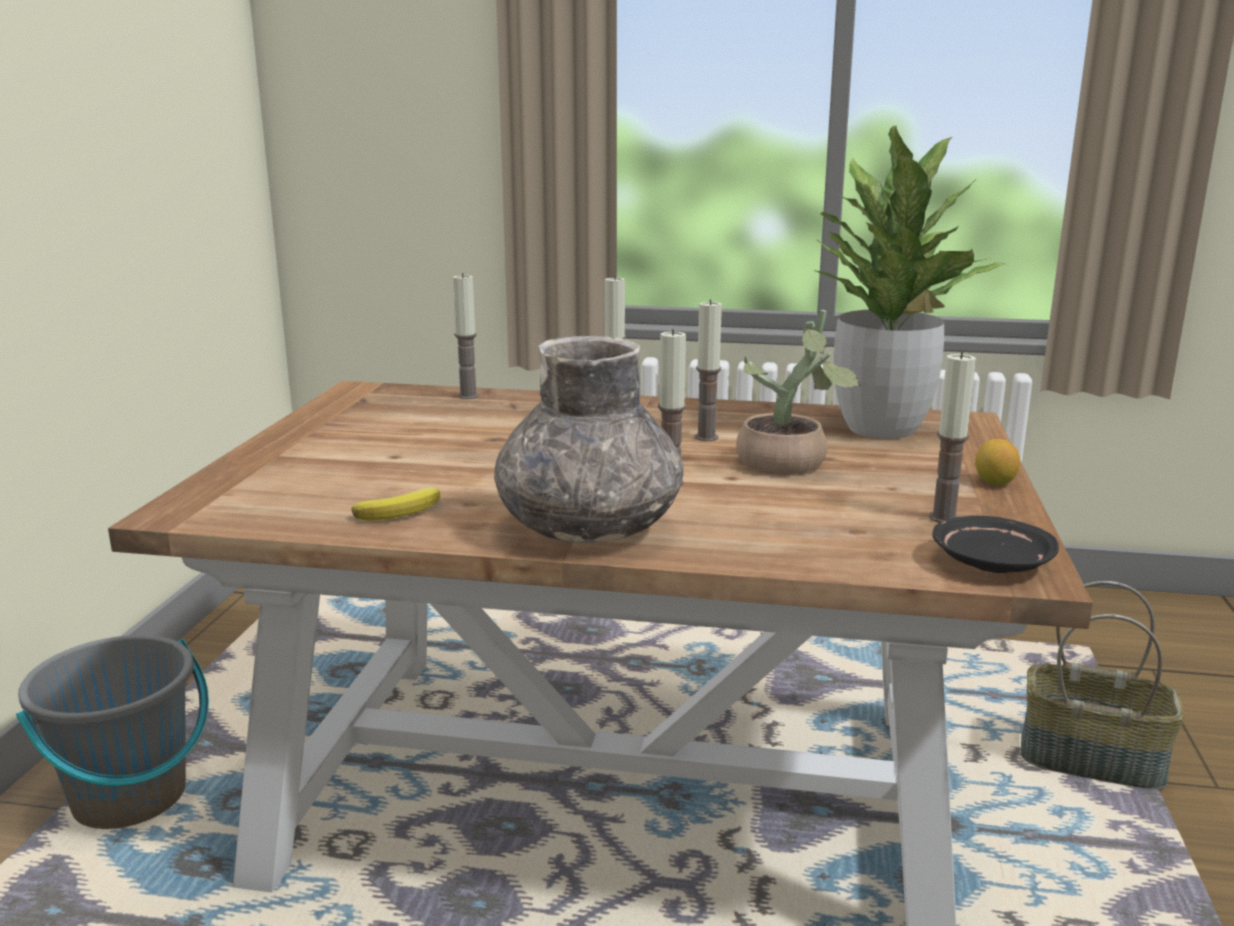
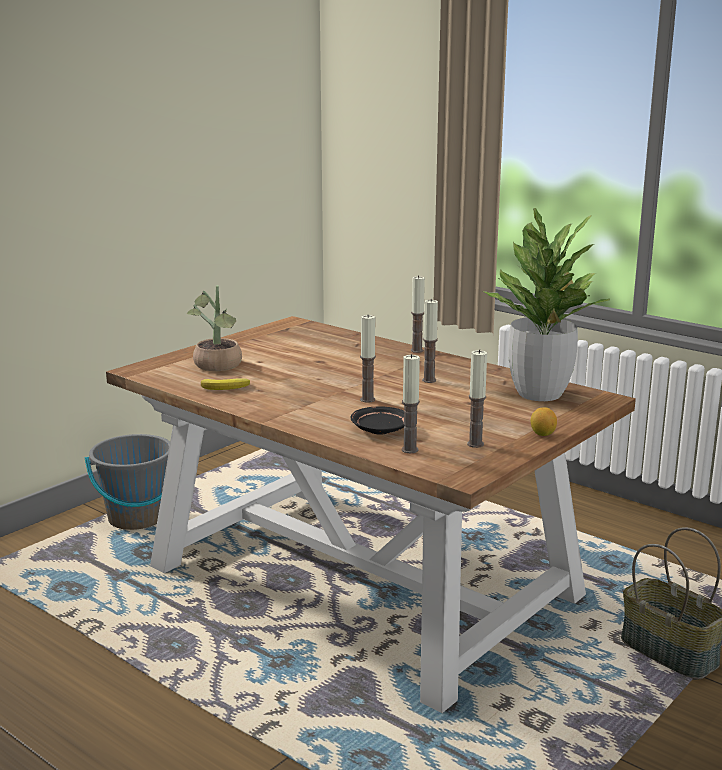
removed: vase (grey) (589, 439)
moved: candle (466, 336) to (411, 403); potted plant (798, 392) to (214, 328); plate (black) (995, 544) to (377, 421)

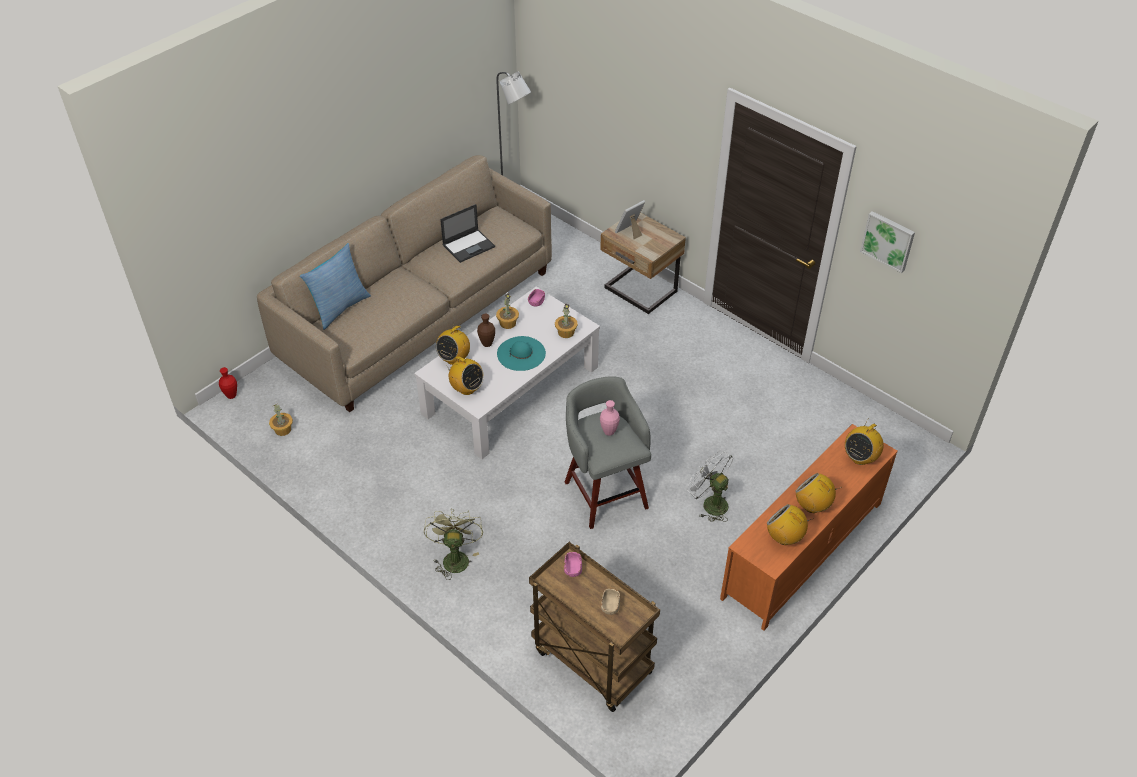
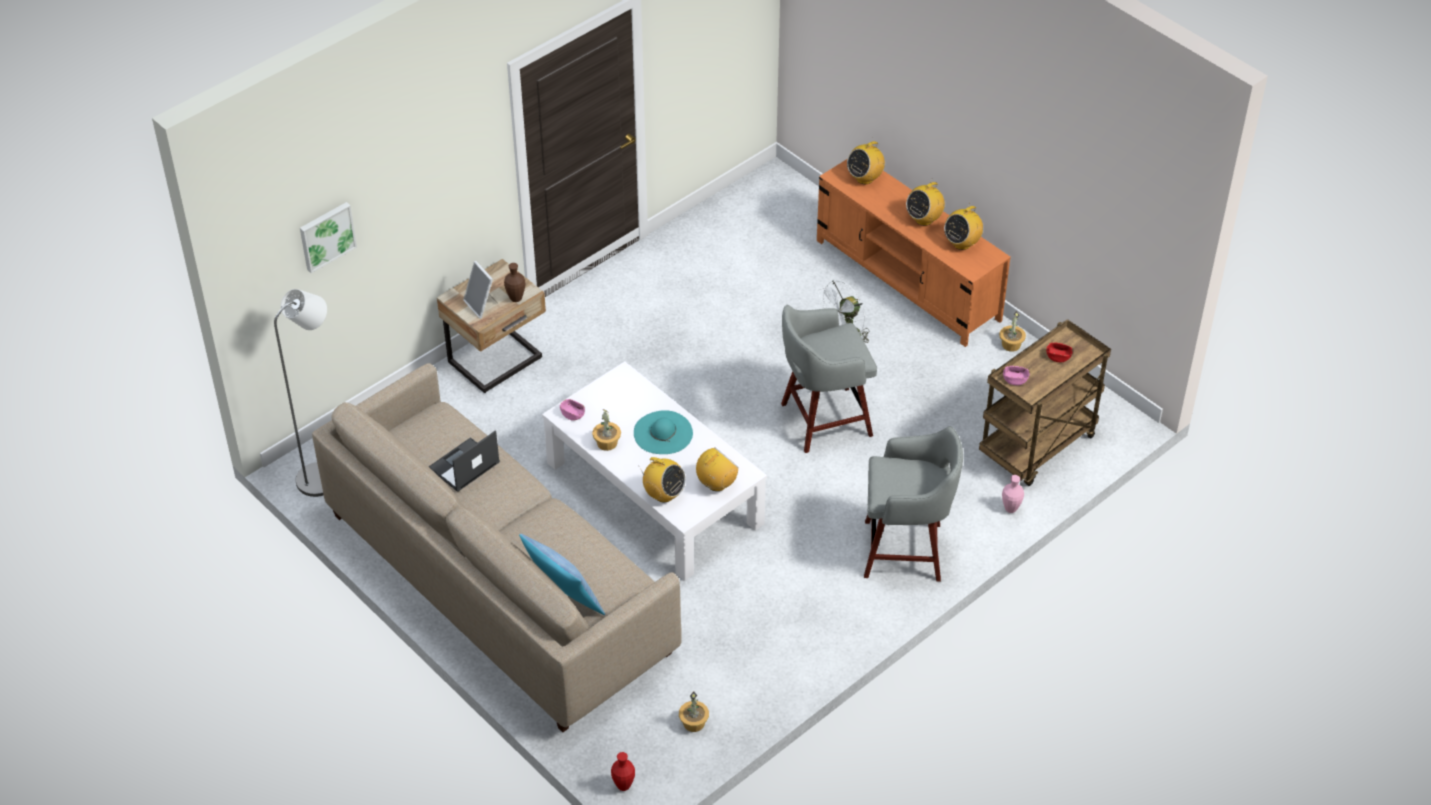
moved: vase (brown) (486, 330) to (514, 282); potted plant (566, 320) to (1012, 331); vase (pink) (610, 418) to (1013, 494); picture (887, 242) to (328, 237)
replaced: fan (green) (453, 544) to stool (grey) (913, 504)
recoloured: bowl (beige) (610, 602) to bowl (red) (1059, 352)
turned: laptop (467, 233) = (464, 461) 105 degrees counterclockwise; radio (864, 444) = (866, 161) 90 degrees clockwise

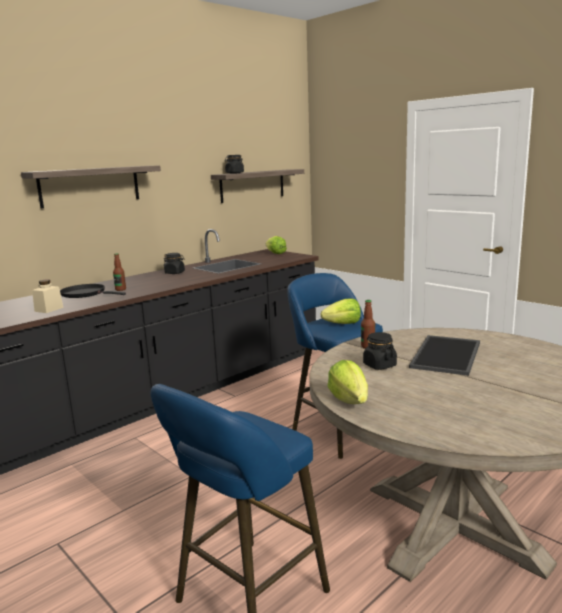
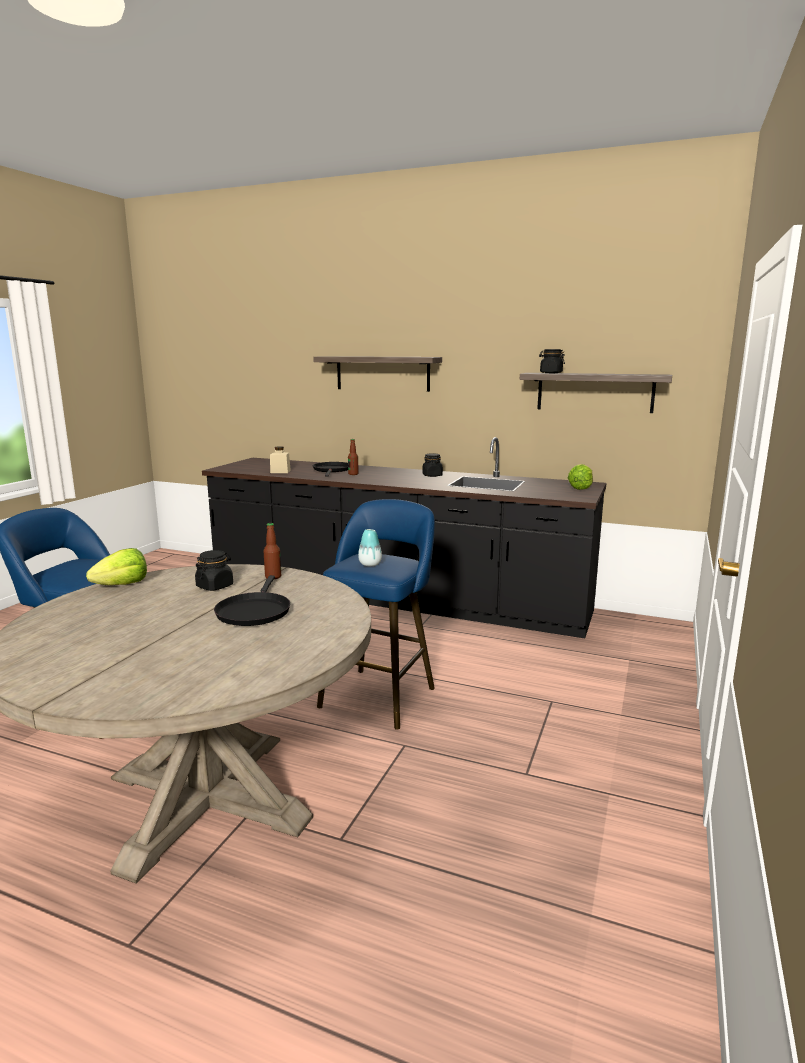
replaced: lettuce (340, 311) to vase (370, 547); tray (444, 355) to frying pan (black) (252, 600)

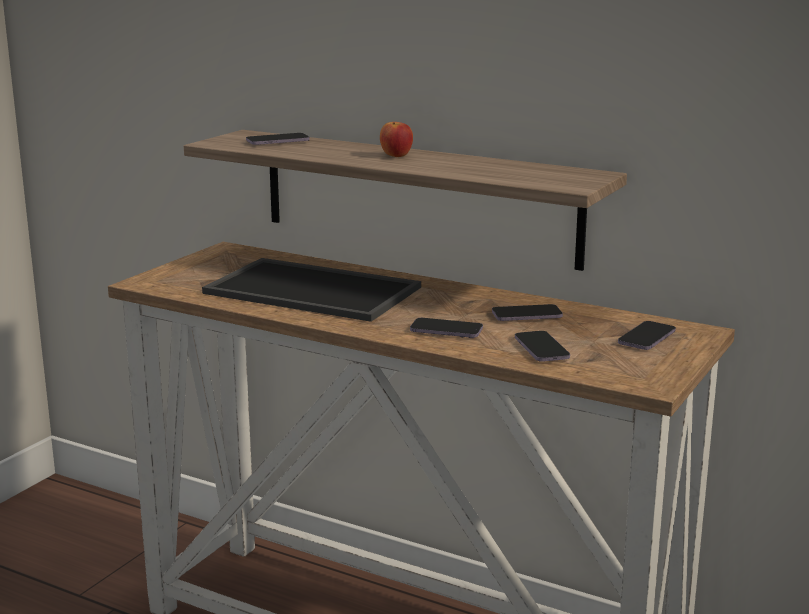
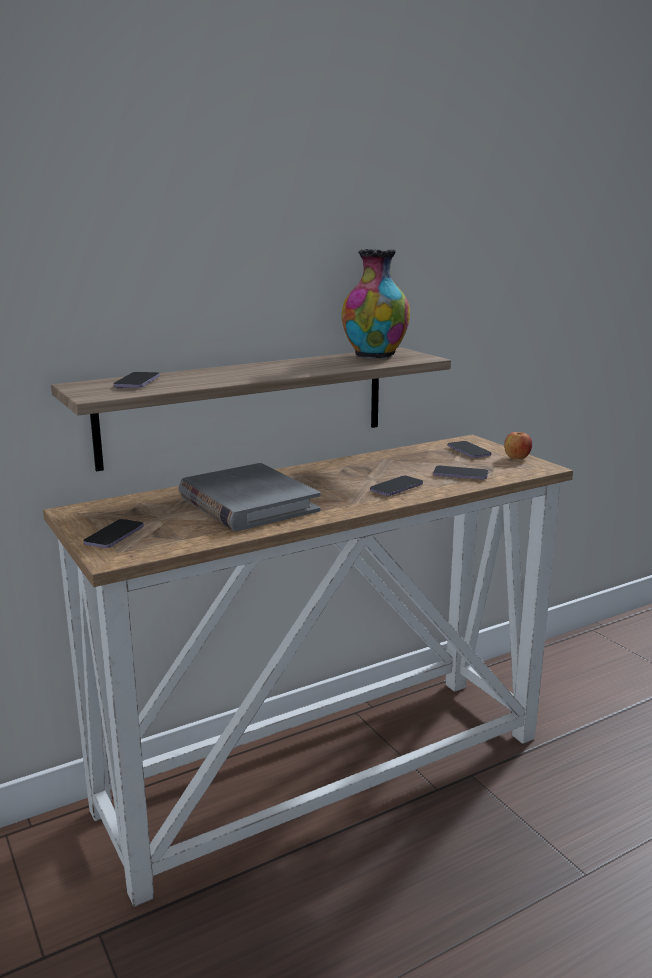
added: vase (375, 303)
moved: apple (396, 139) to (518, 445); phone (527, 312) to (113, 533)
replaced: tray (311, 290) to book (grey) (250, 497)

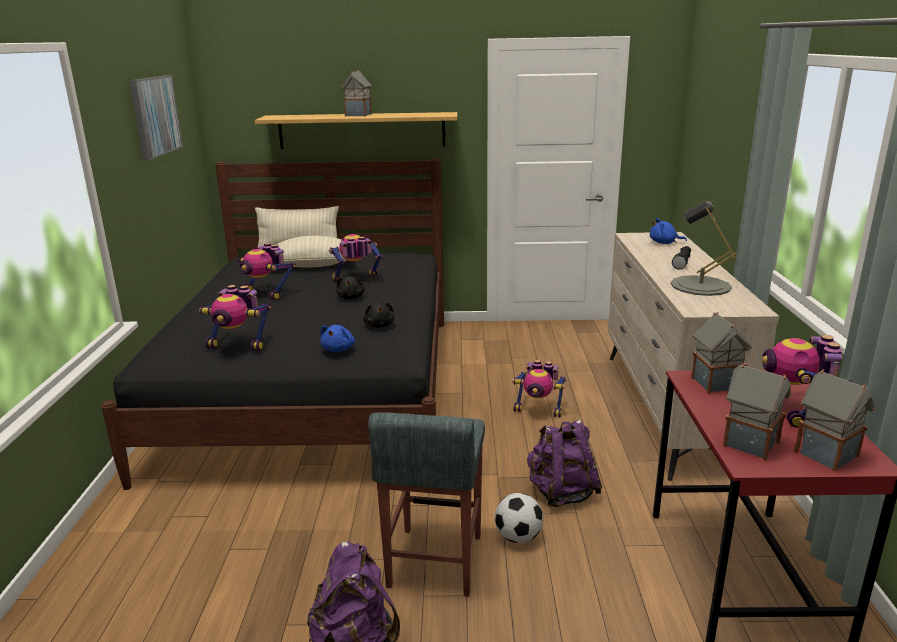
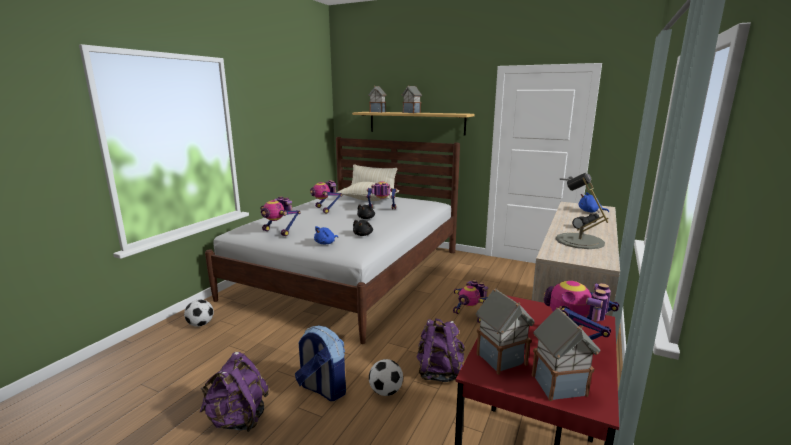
removed: picture (156, 118)
added: football (199, 313)
moved: toy house (721, 353) to (377, 99)
replaced: stool (grey) (426, 504) to backpack (320, 363)
recoloured: bed (black) (272, 324) to bed (white) (332, 240)

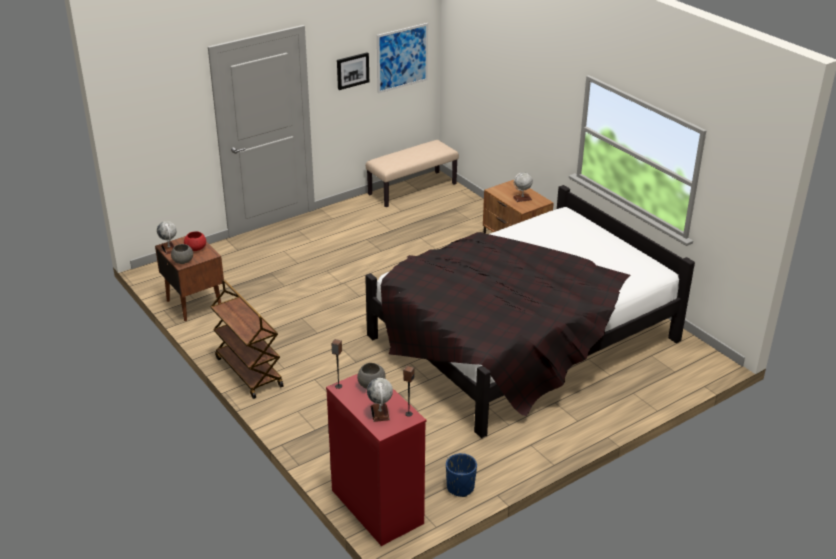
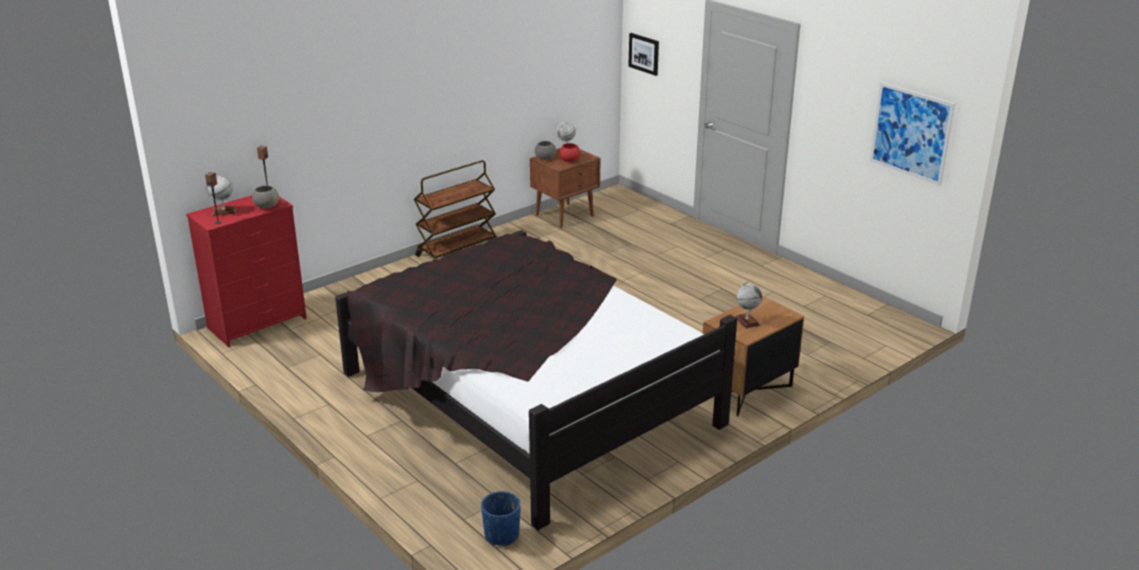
removed: bench (beige) (412, 173)
moved: picture (353, 71) to (643, 54); planter (blue) (461, 475) to (501, 518)

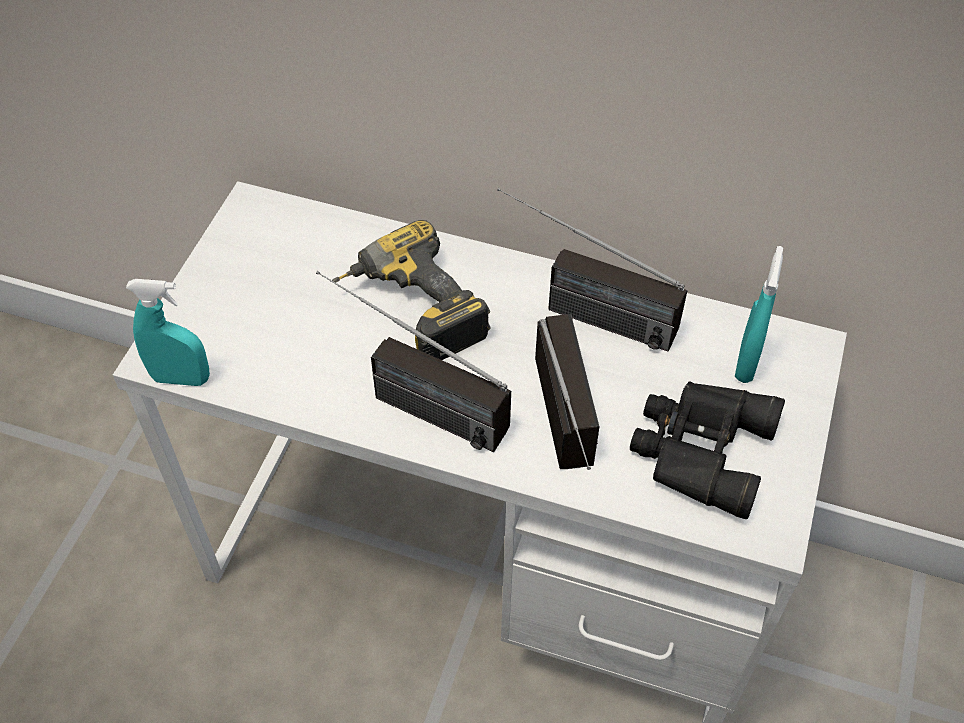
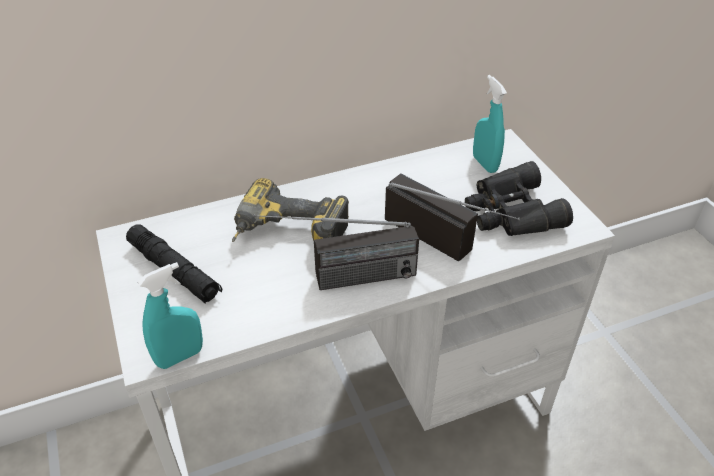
removed: radio (592, 270)
added: flashlight (black) (174, 264)

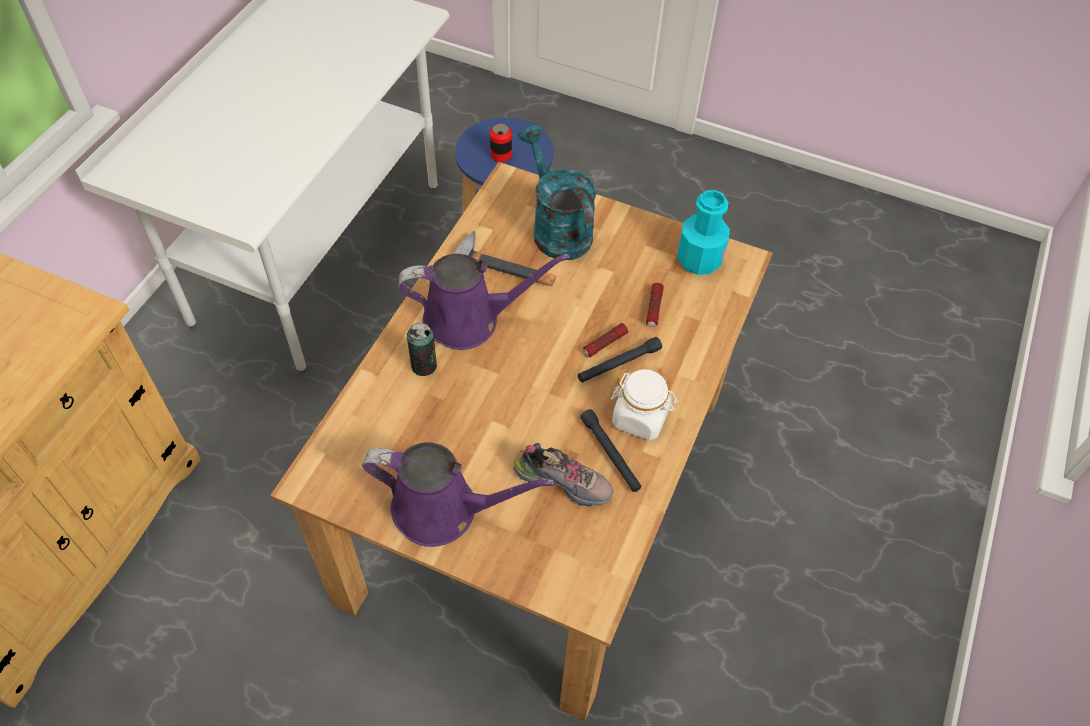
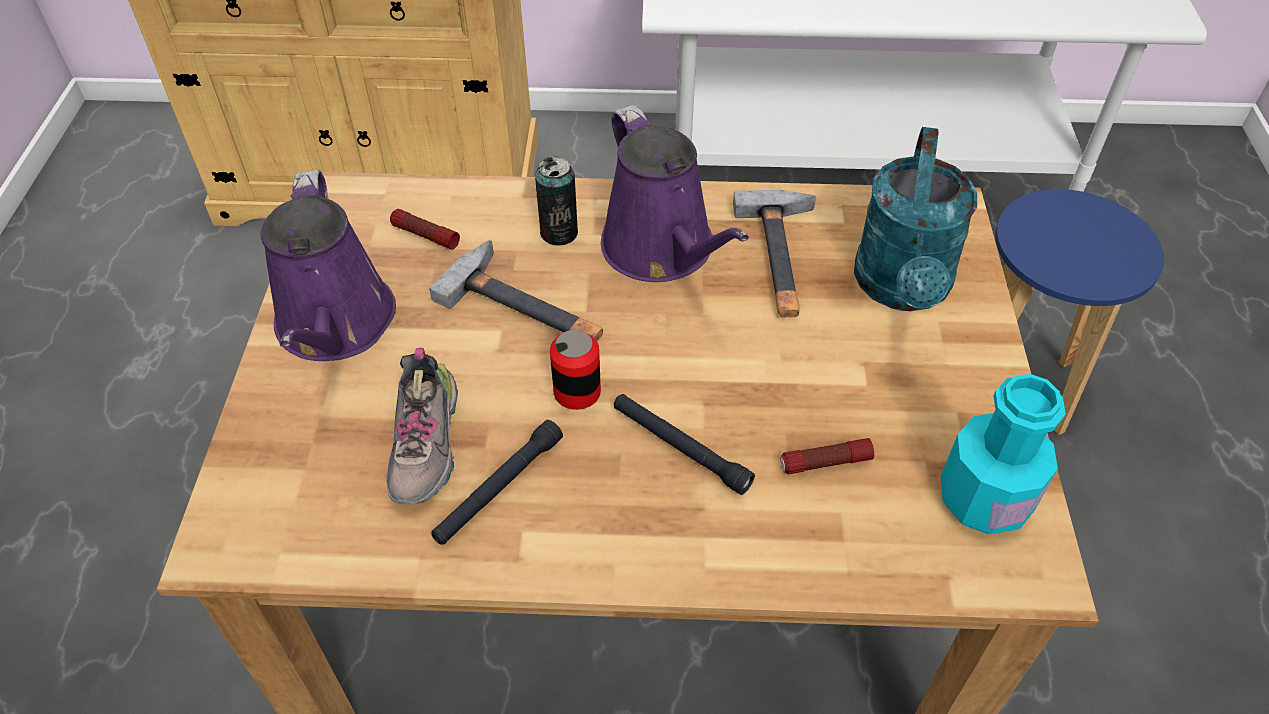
removed: jar (white) (644, 404)
added: hammer (516, 290)
moved: can (501, 143) to (575, 370); flashlight (605, 340) to (425, 229)
turned: watering can (turquoise) (557, 192) = (915, 219) 150 degrees clockwise

